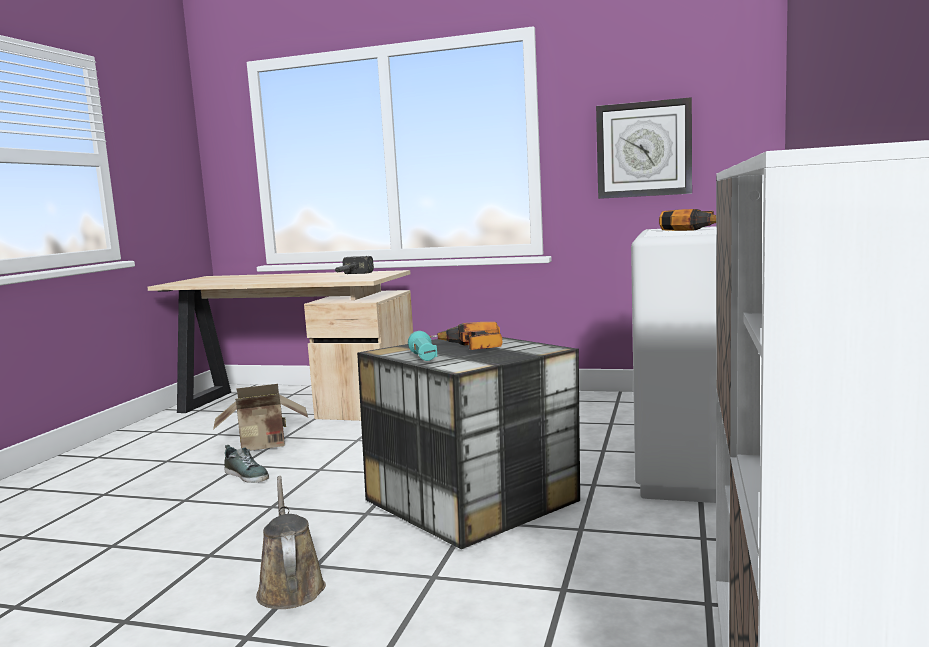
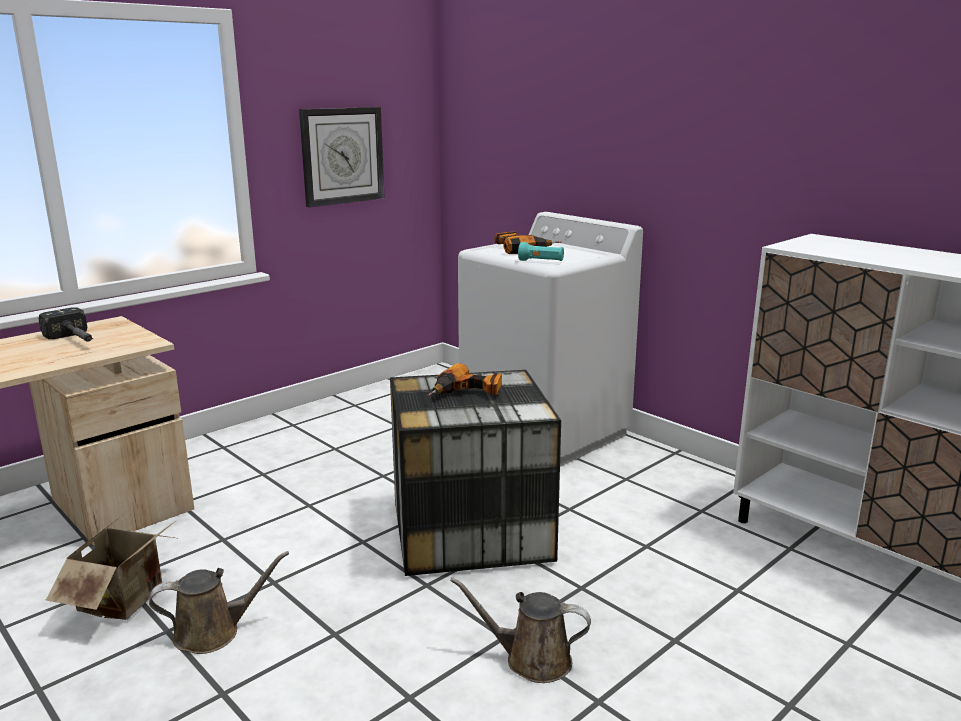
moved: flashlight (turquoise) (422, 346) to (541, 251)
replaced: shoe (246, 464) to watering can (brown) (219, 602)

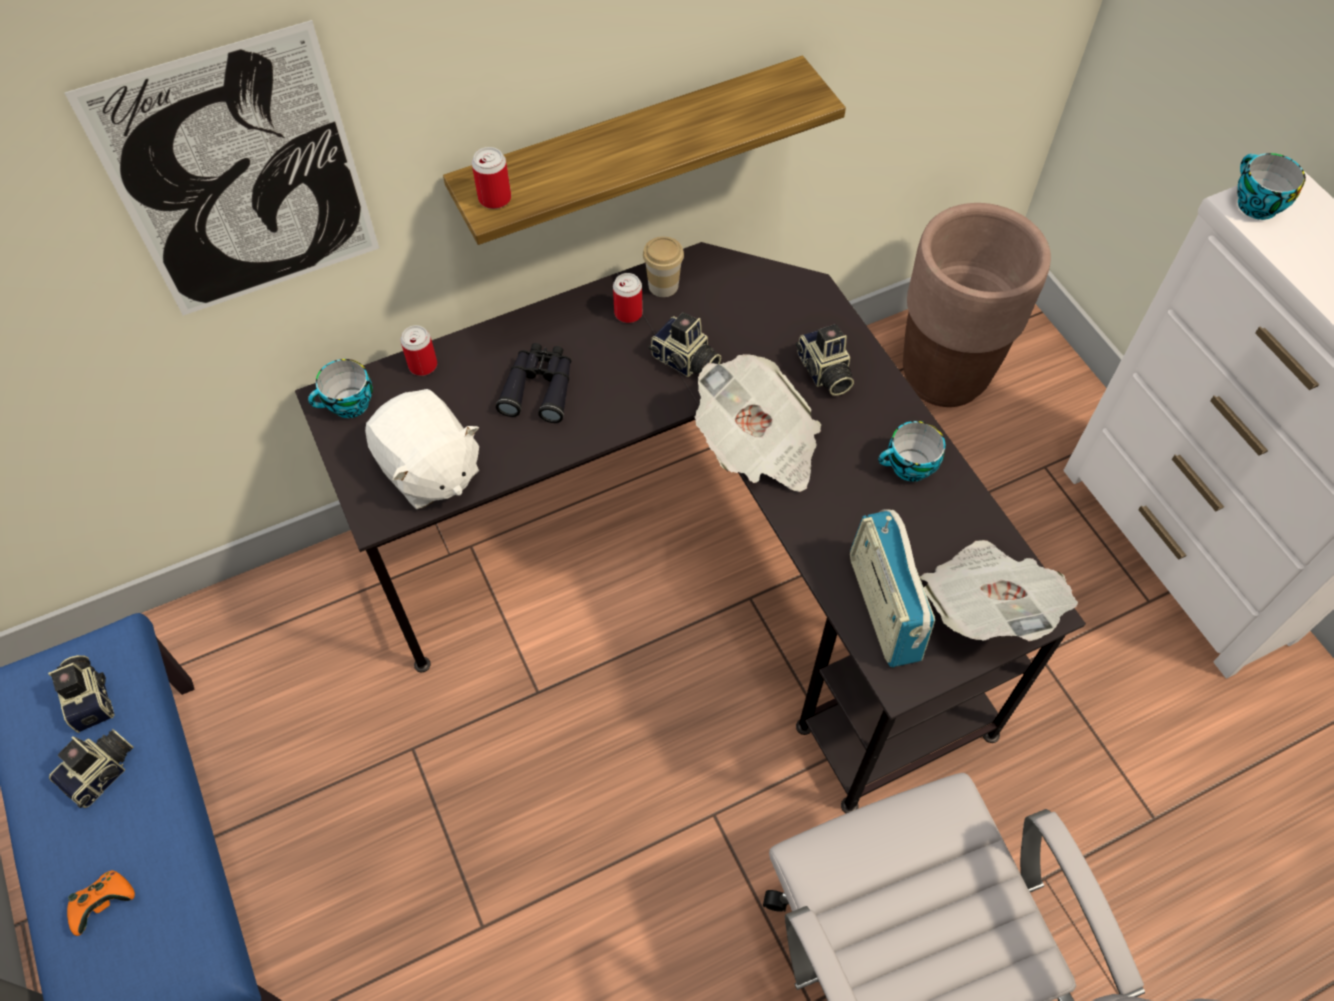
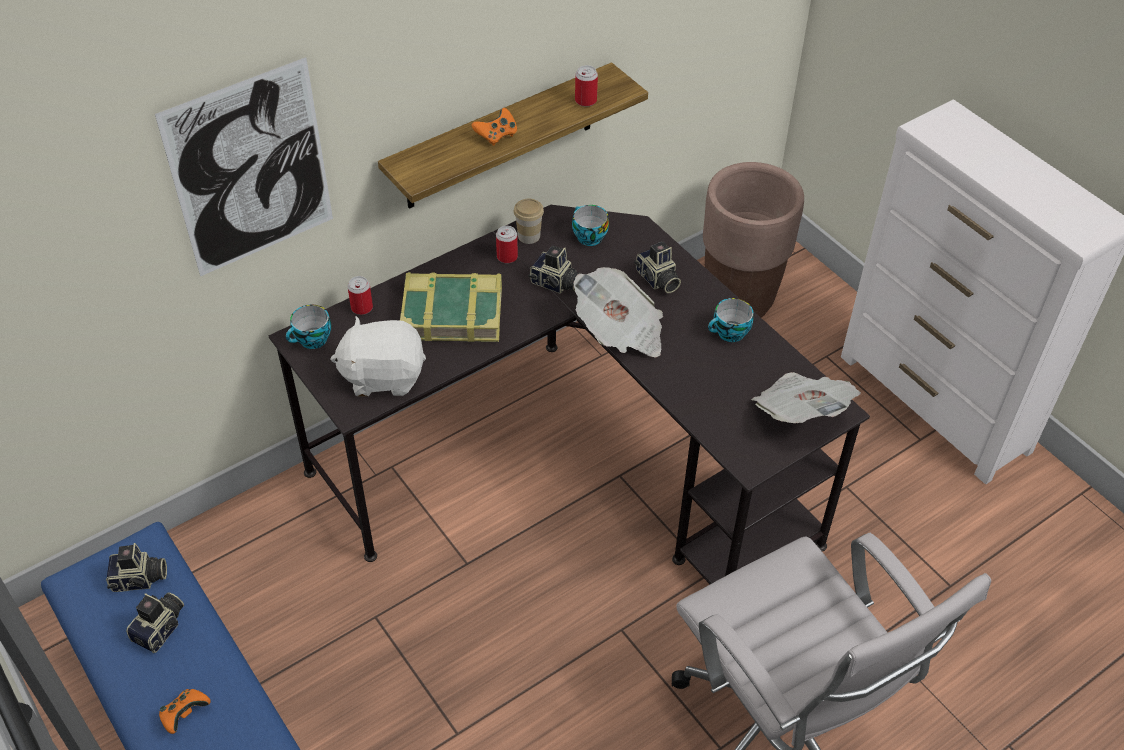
removed: radio (892, 588)
added: game controller (orange) (494, 127)
moved: can (491, 178) to (586, 86); cup (1271, 186) to (590, 225)
replaced: binoculars (black) (533, 383) to book (451, 307)
turned: photo camera (81, 694) = (136, 567) 120 degrees clockwise; plush toy (white) (422, 449) = (378, 356) 135 degrees clockwise

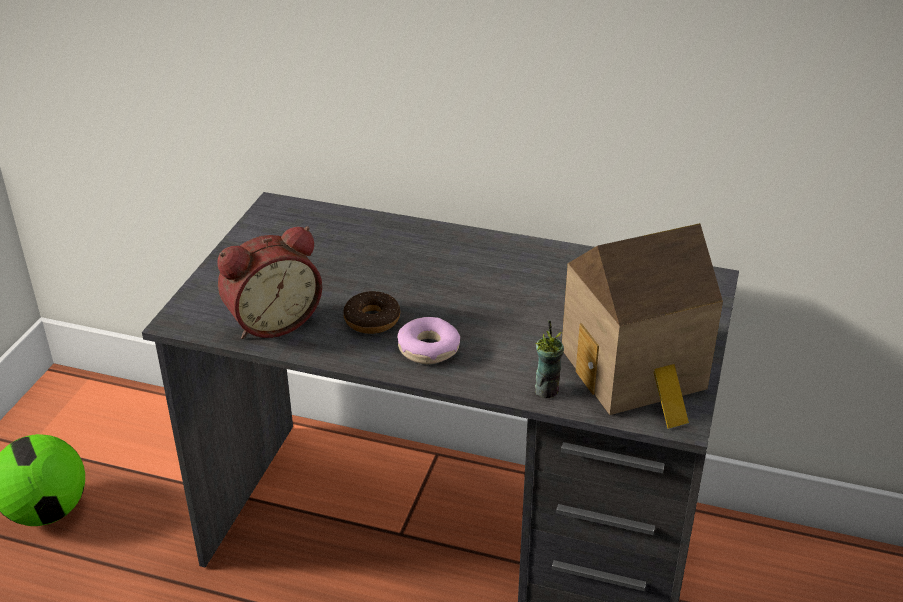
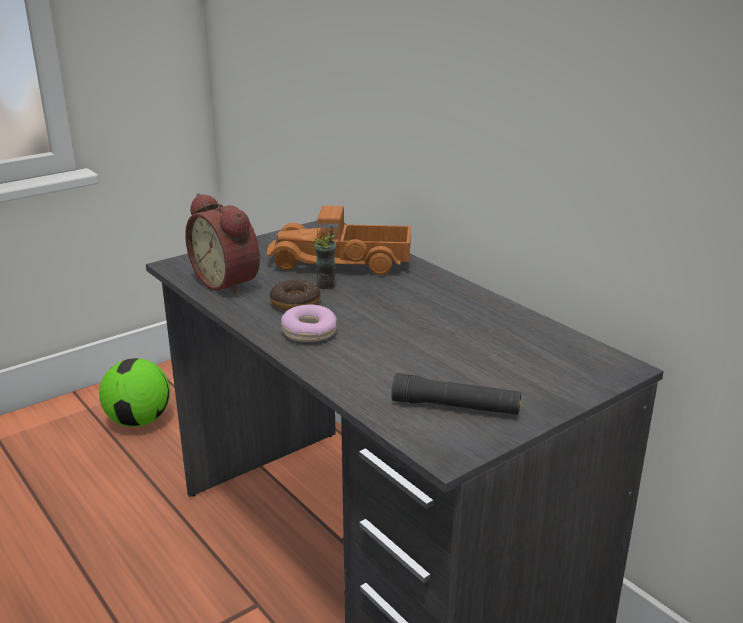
added: toy truck (339, 240)
moved: cup (549, 359) to (325, 257)
replaced: toy house (642, 326) to flashlight (black) (456, 394)
turned: alarm clock (270, 282) = (222, 244) 45 degrees clockwise

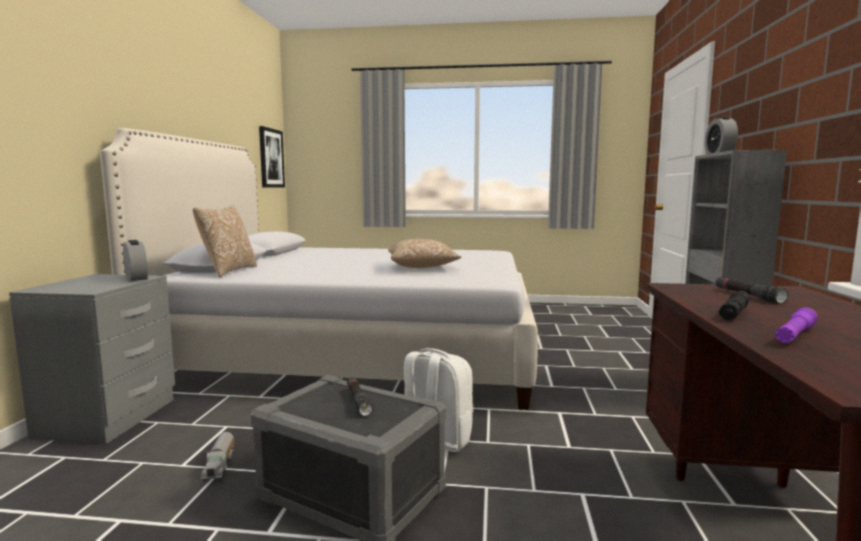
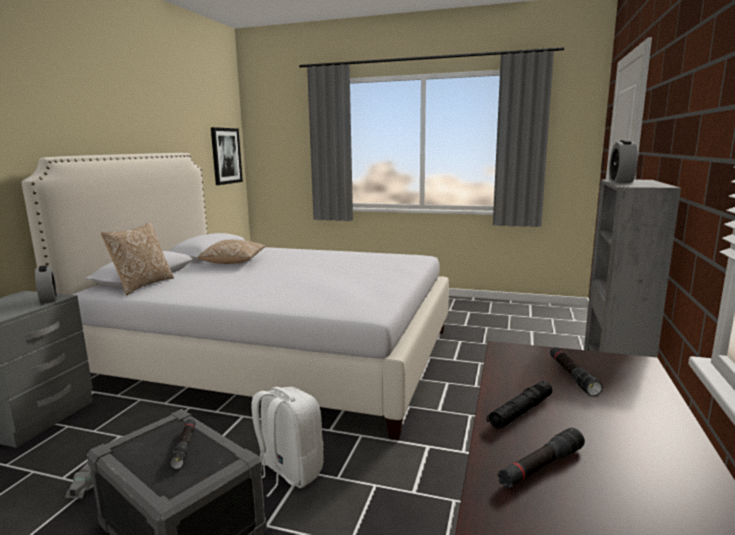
moved: pillow (424, 253) to (232, 252)
recoloured: flashlight (purple) (796, 325) to flashlight (black) (541, 458)

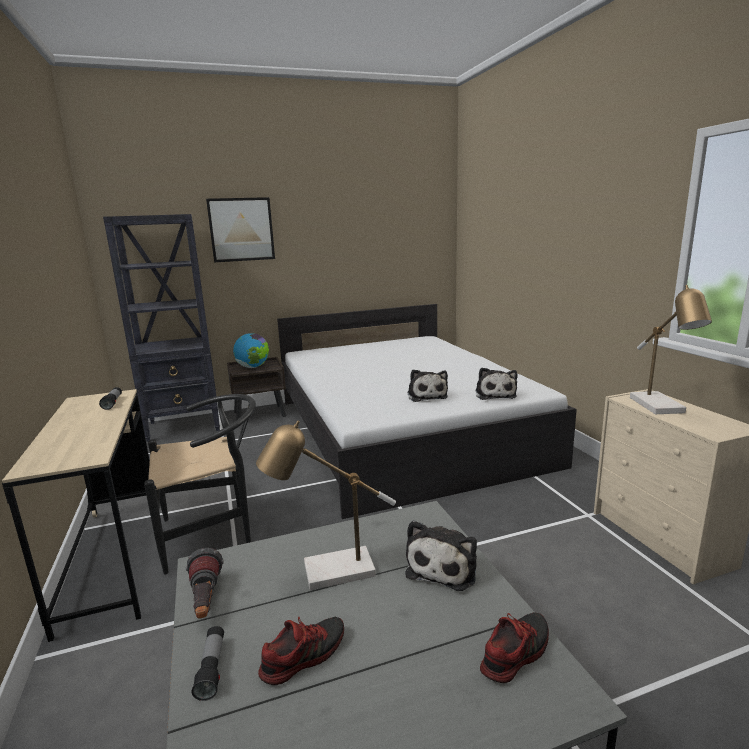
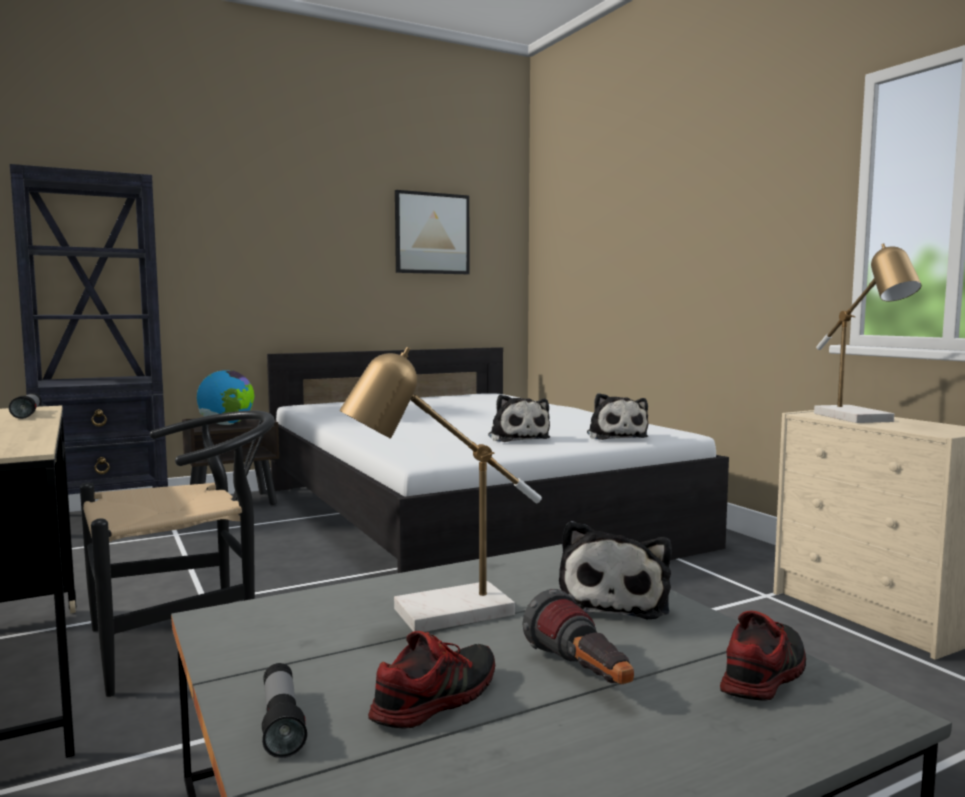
moved: flashlight (205, 583) to (578, 636); picture (240, 229) to (432, 232)

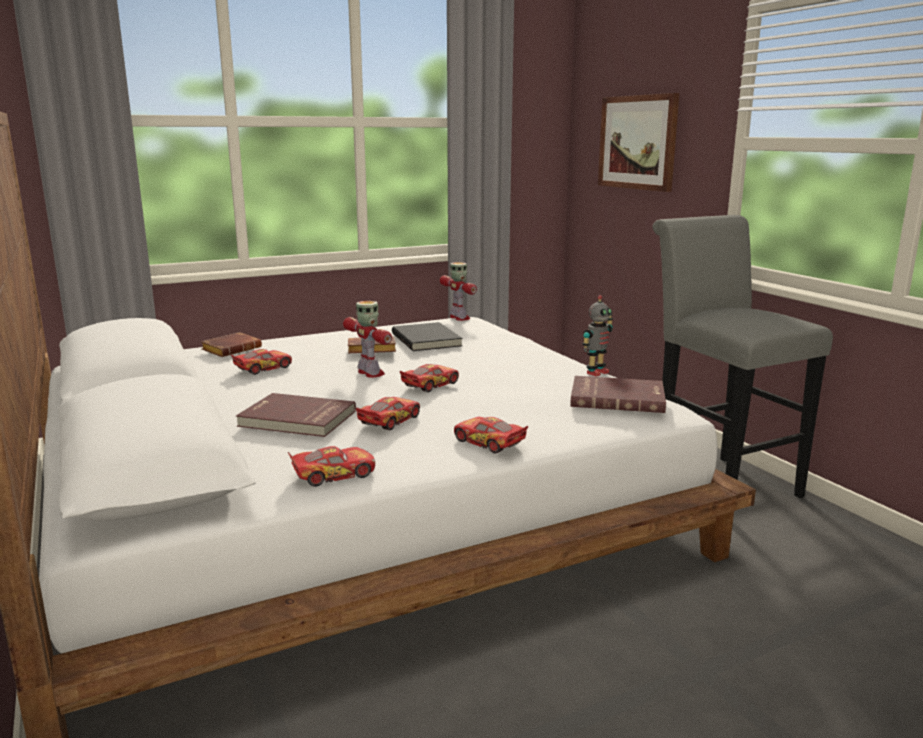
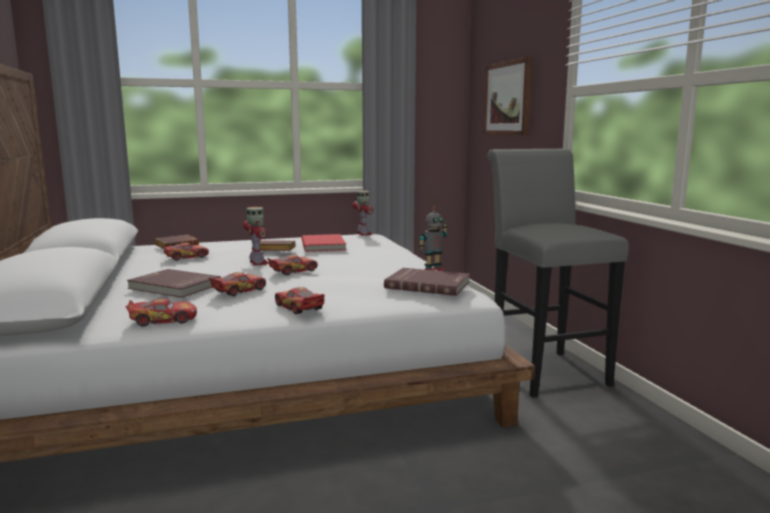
recoloured: book (black) (427, 336) to book (red) (324, 243)

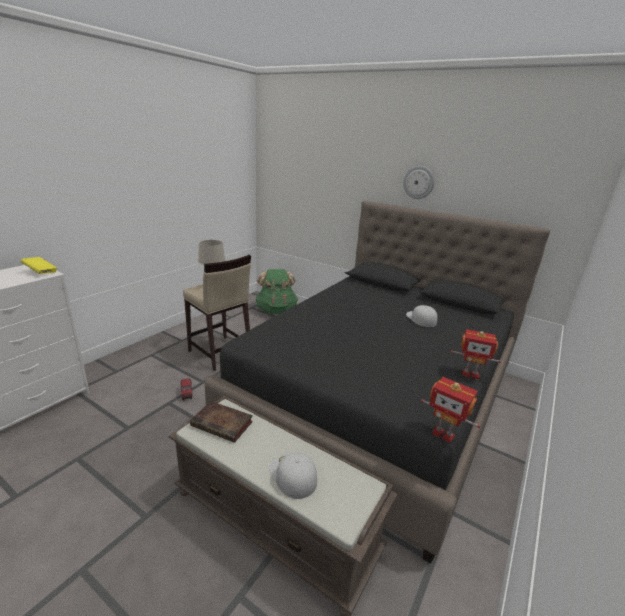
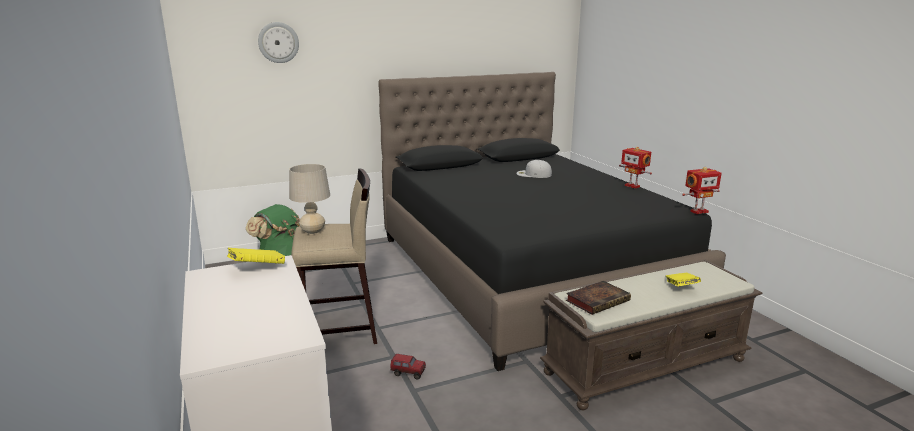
moved: wall clock (418, 182) to (278, 42)
replaced: cap (white) (293, 476) to book (yellow) (683, 280)
turned: toy robot (476, 354) = (635, 167) 90 degrees clockwise

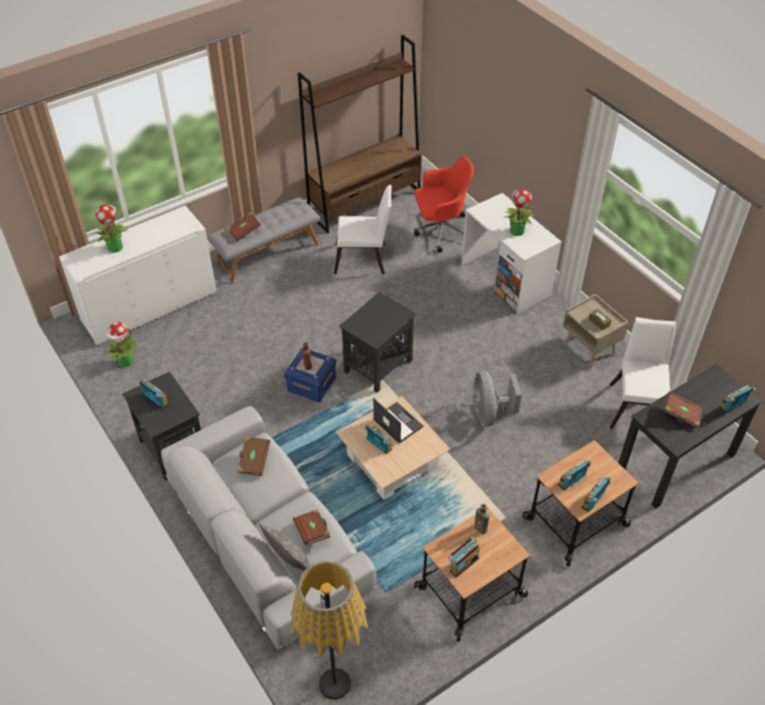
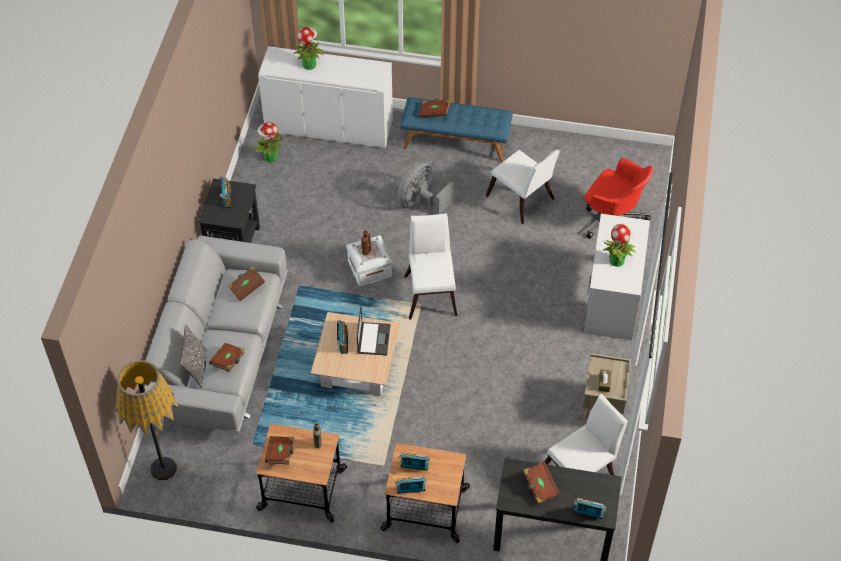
removed: bookcase (brown) (360, 134)
moved: fan (grey) (497, 399) to (425, 187)
replaced: side table (black) (377, 342) to chair (white) (430, 266); radio (464, 557) to book (brown) (279, 450)
recoloured: bench (grey) (263, 240) to bench (blue) (456, 130); storage box (blue) (310, 375) to storage box (white) (369, 260)

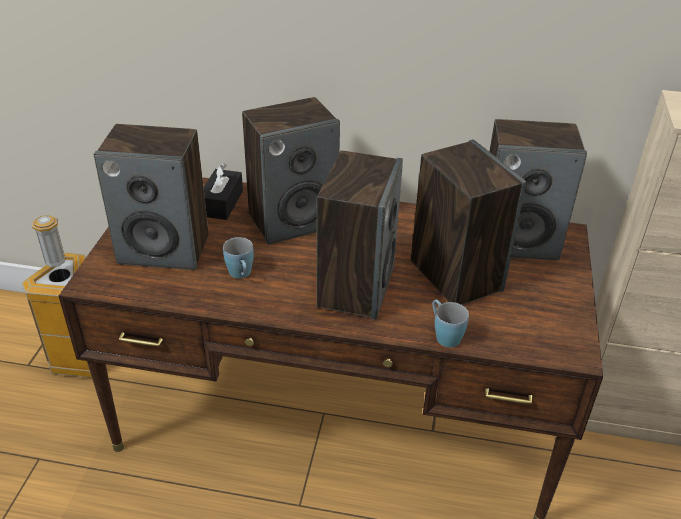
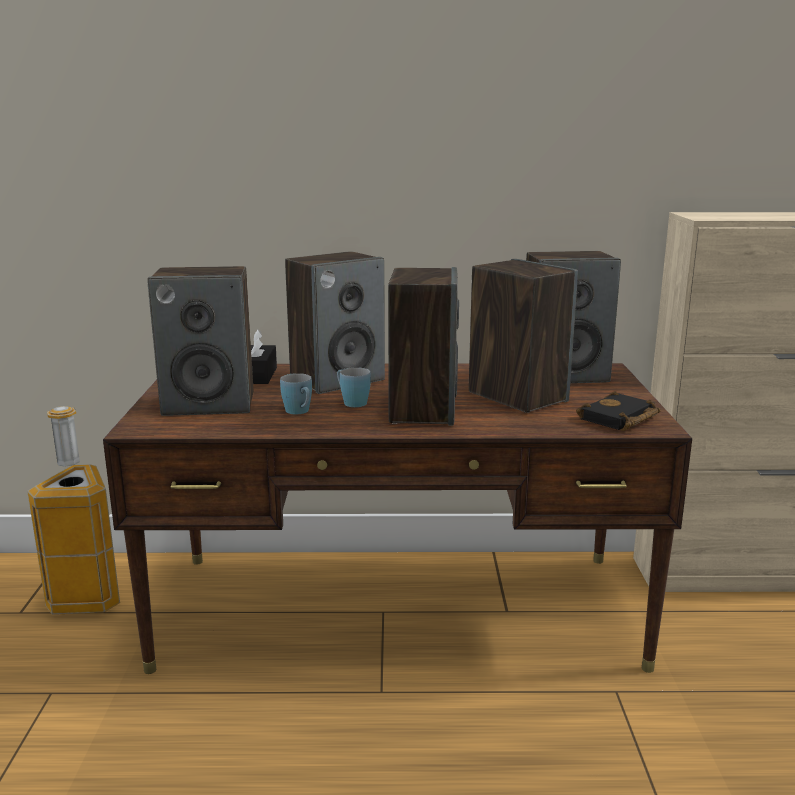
added: book (black) (618, 411)
moved: mug (blue) (451, 323) to (354, 387)

